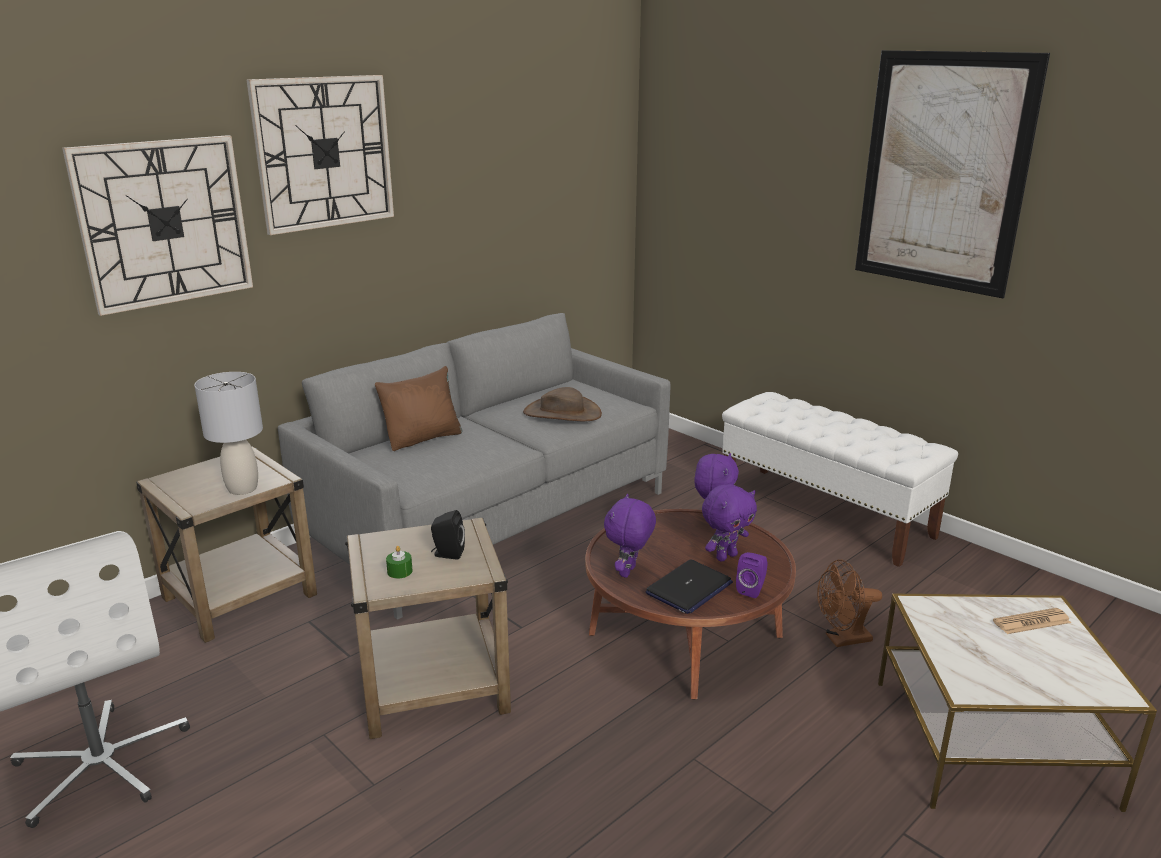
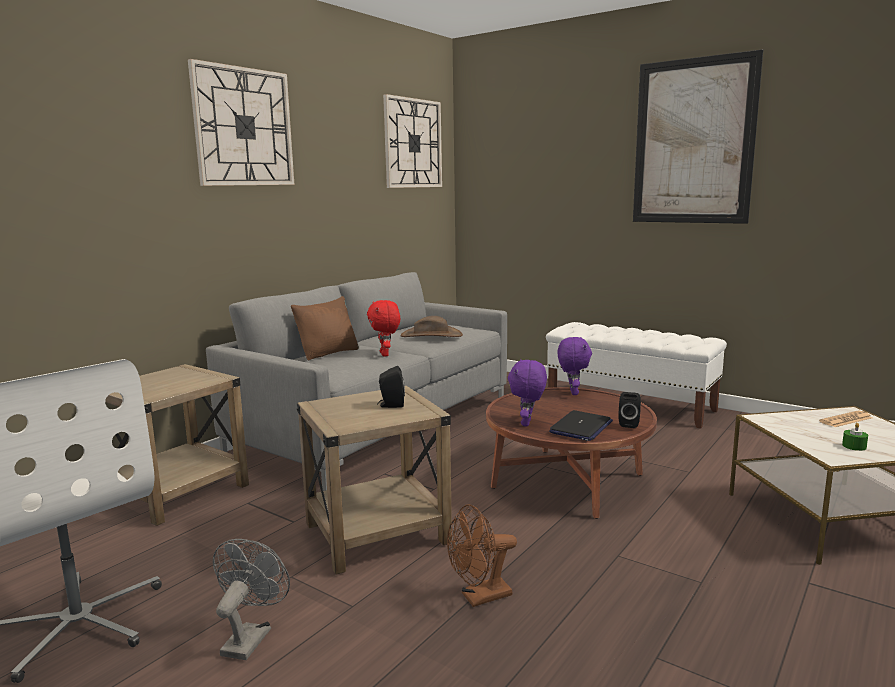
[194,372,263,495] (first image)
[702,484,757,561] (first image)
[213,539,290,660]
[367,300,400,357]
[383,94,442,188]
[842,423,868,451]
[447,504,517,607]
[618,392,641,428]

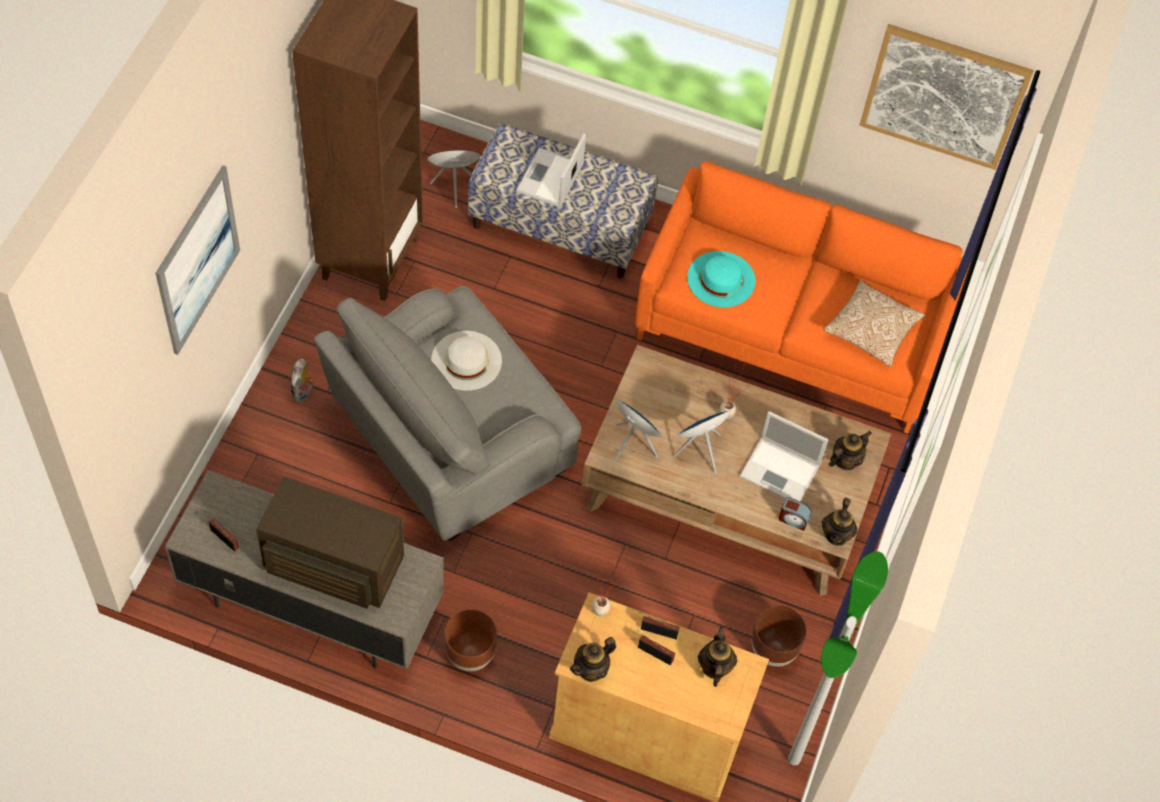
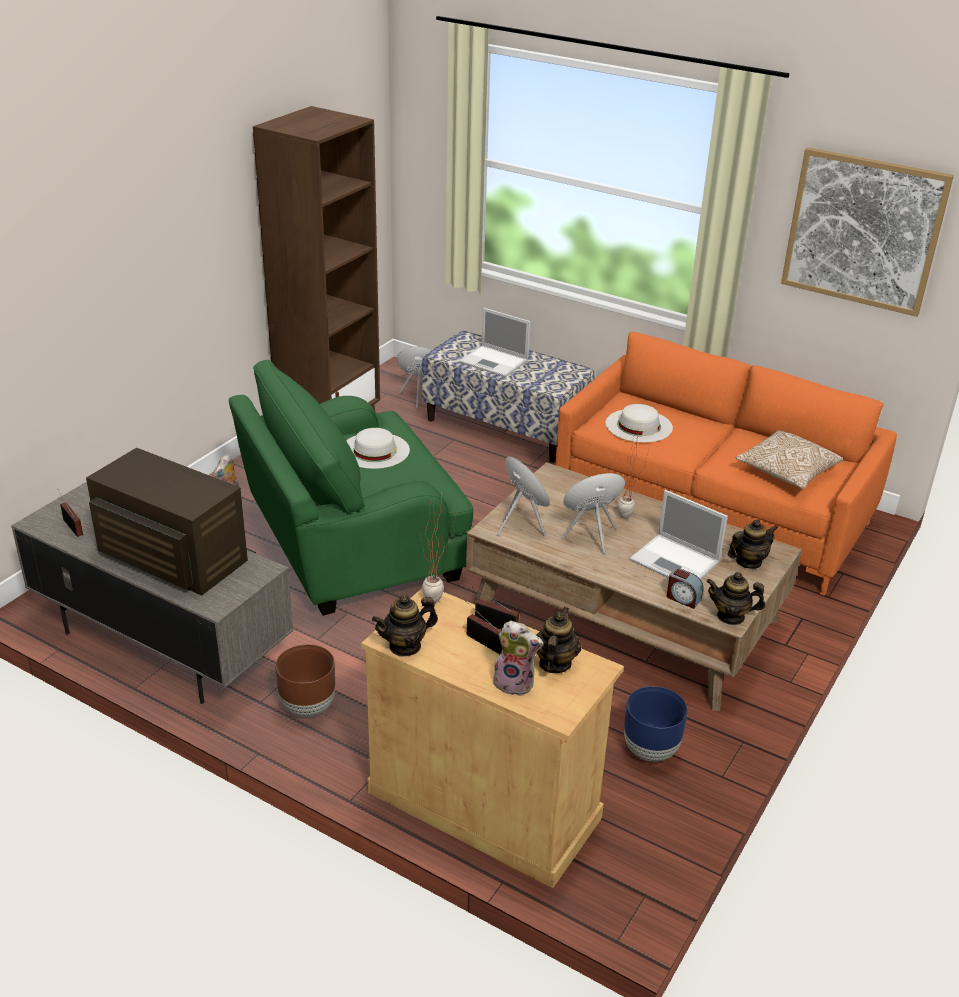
[156,165,240,355] (first image)
[788,551,888,765] (first image)
[491,621,543,696]
[229,359,473,616]
[606,404,673,443]
[624,686,688,762]
[459,308,531,377]
[706,572,765,625]

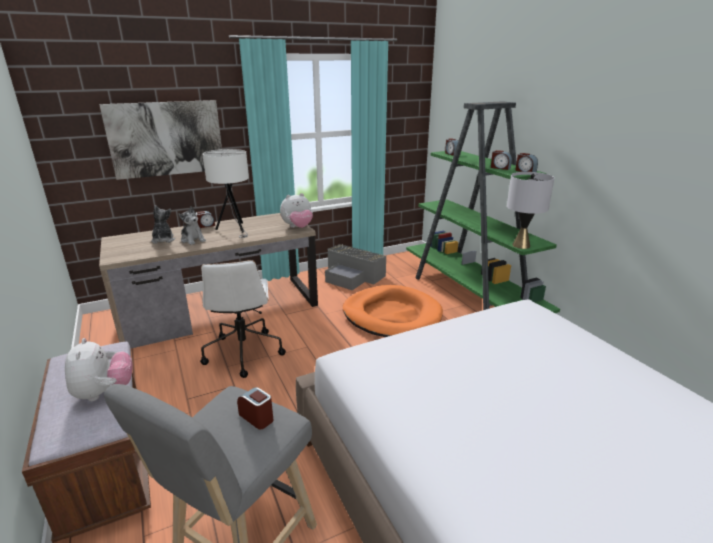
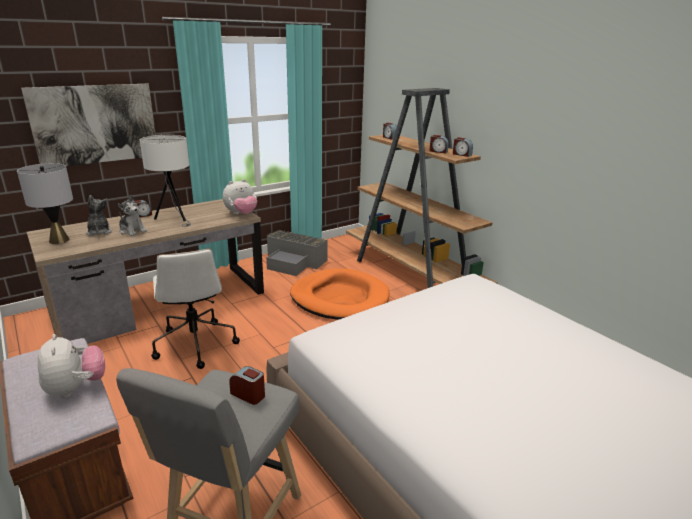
[17,163,73,244]
[346,88,498,288]

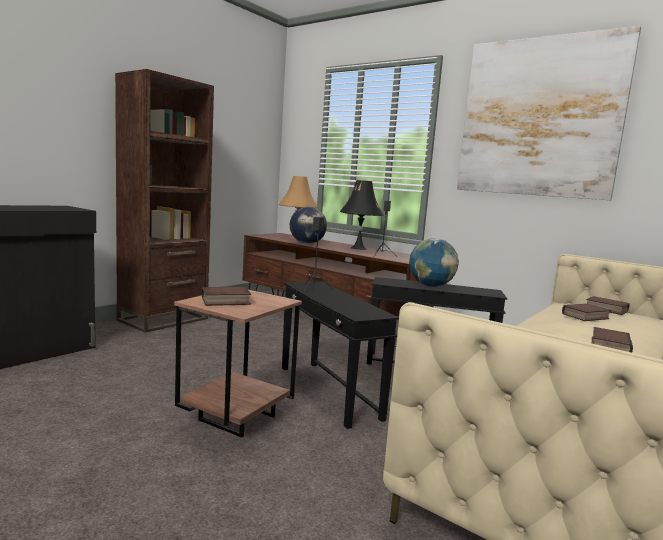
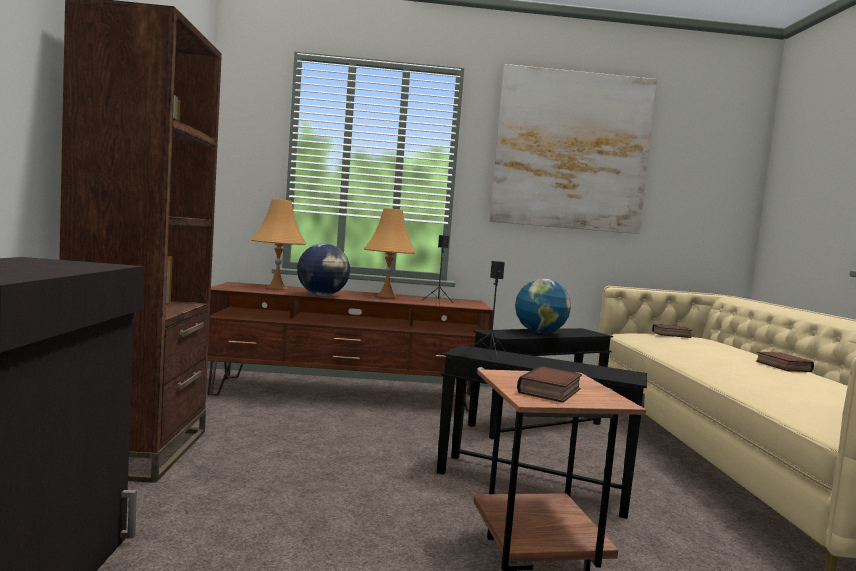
[562,304,611,321] (first image)
[364,208,416,298]

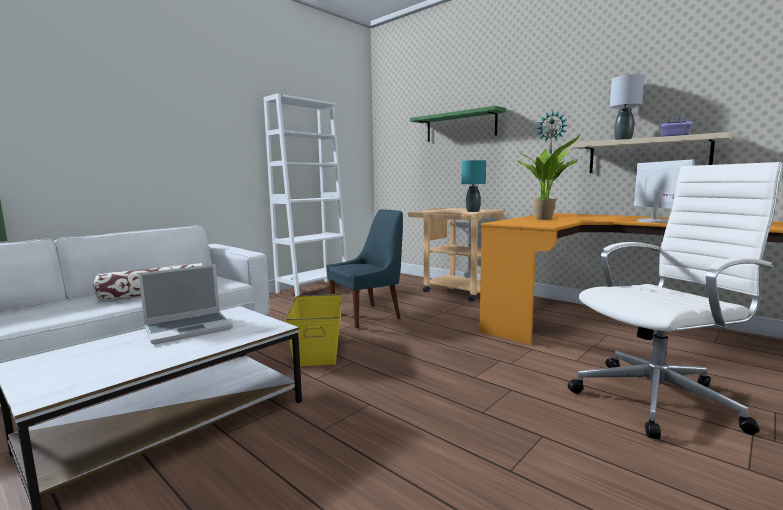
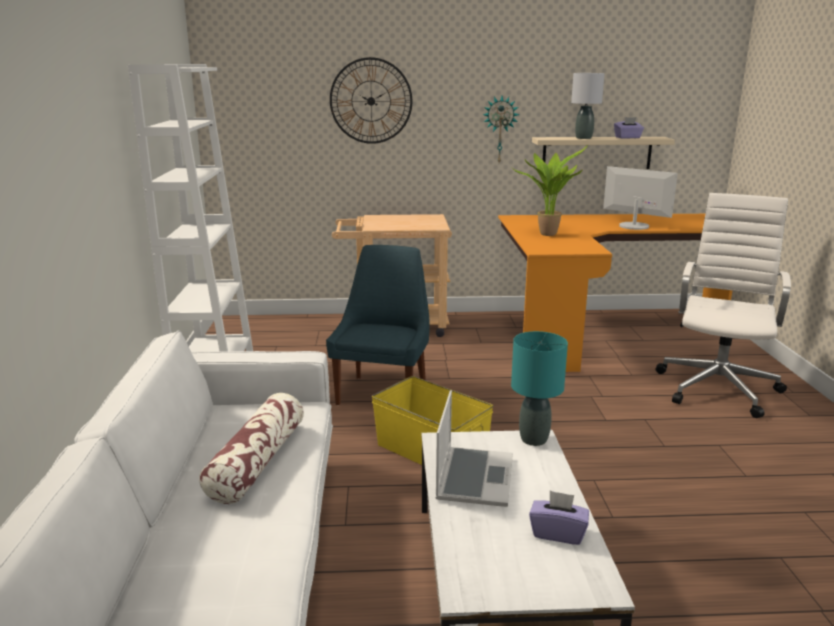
[529,491,589,545]
[511,331,568,446]
[330,57,412,144]

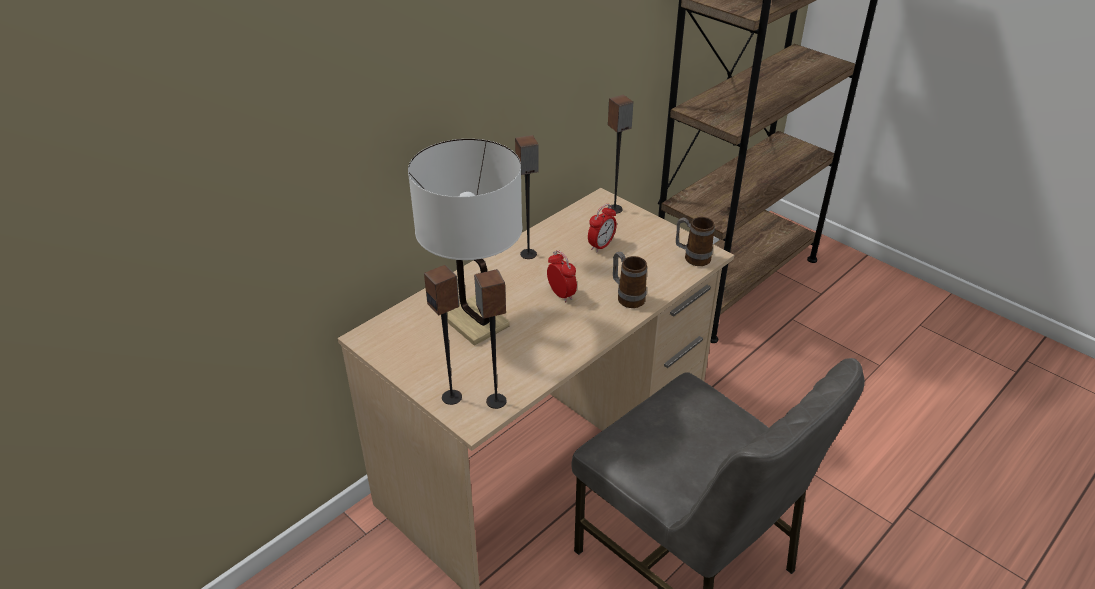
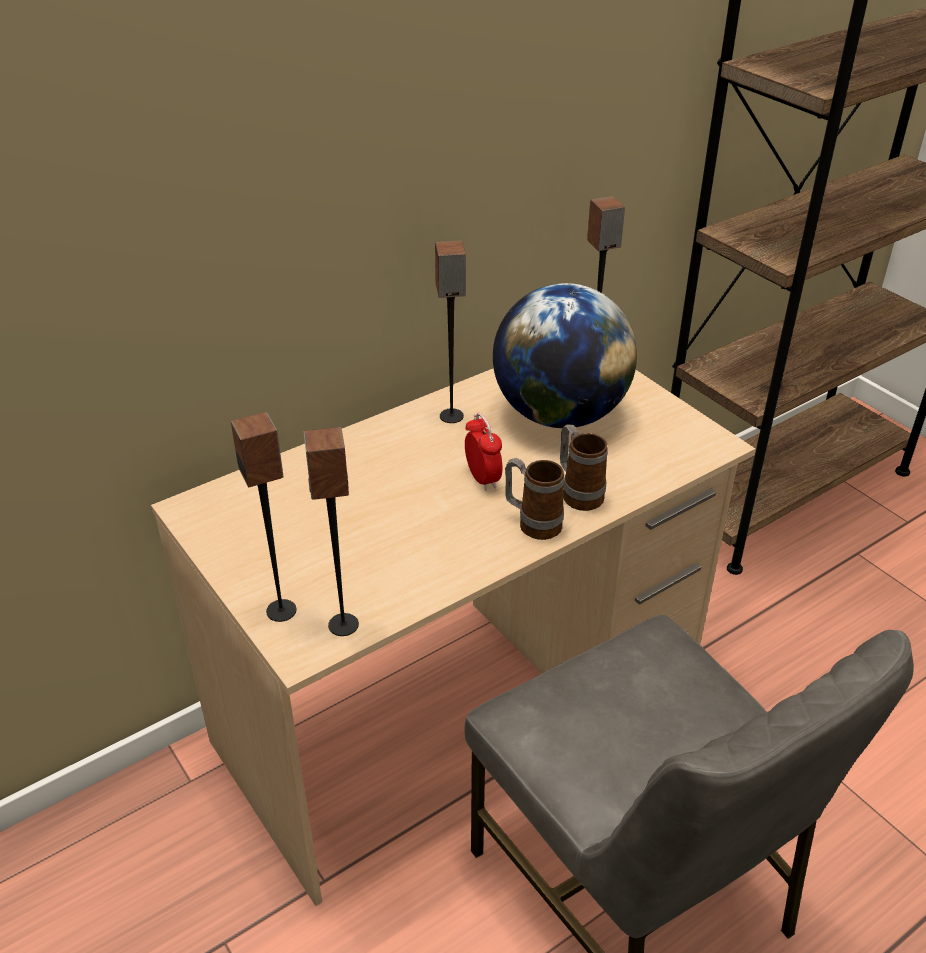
[408,139,522,346] (first image)
[505,458,564,540]
[493,283,637,428]

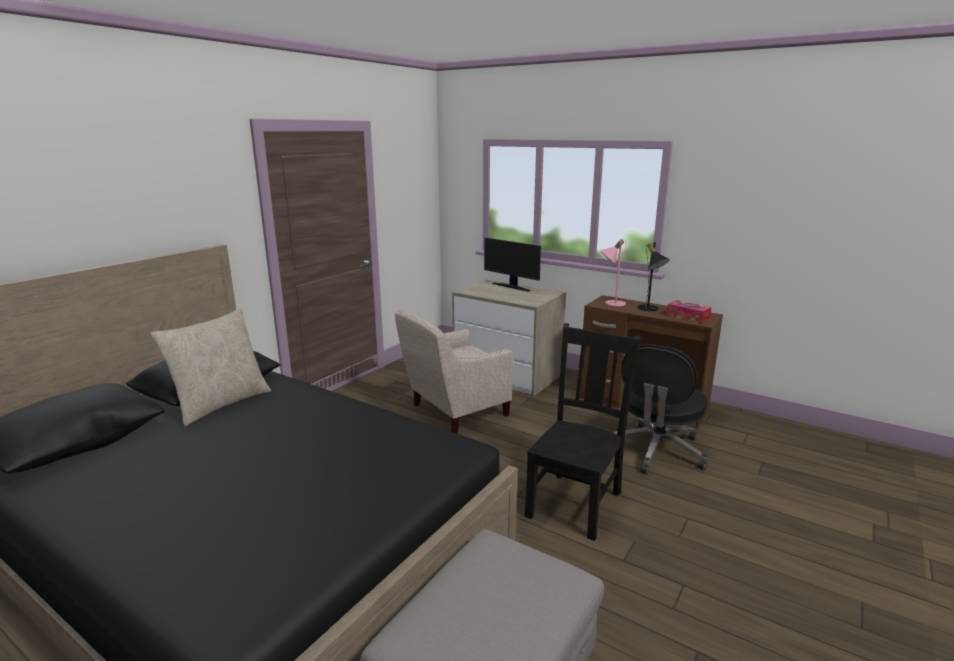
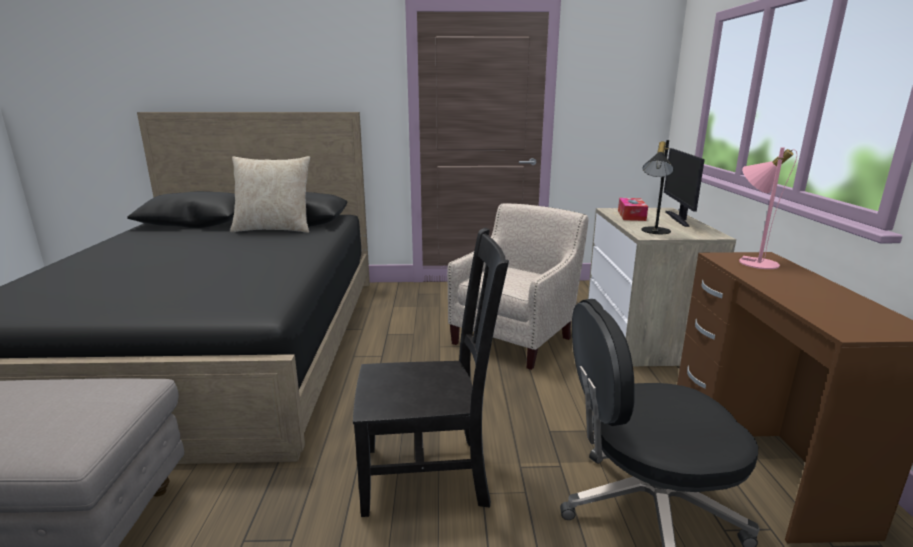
[641,140,674,234]
[618,198,648,221]
[447,203,589,370]

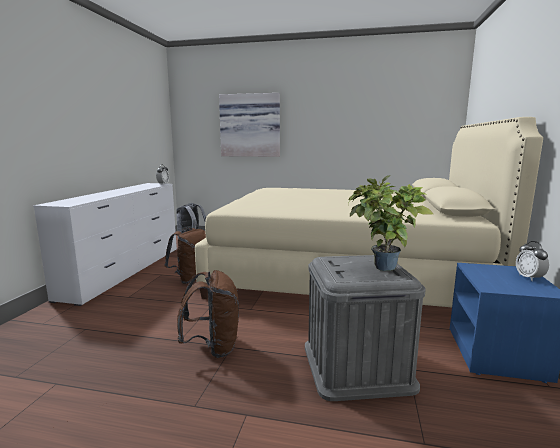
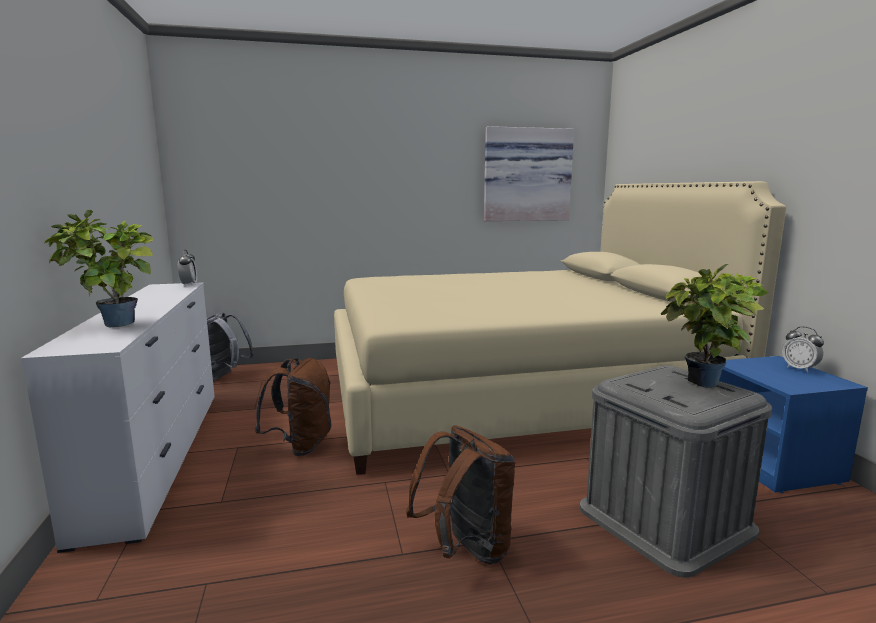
[44,210,153,327]
[484,126,574,221]

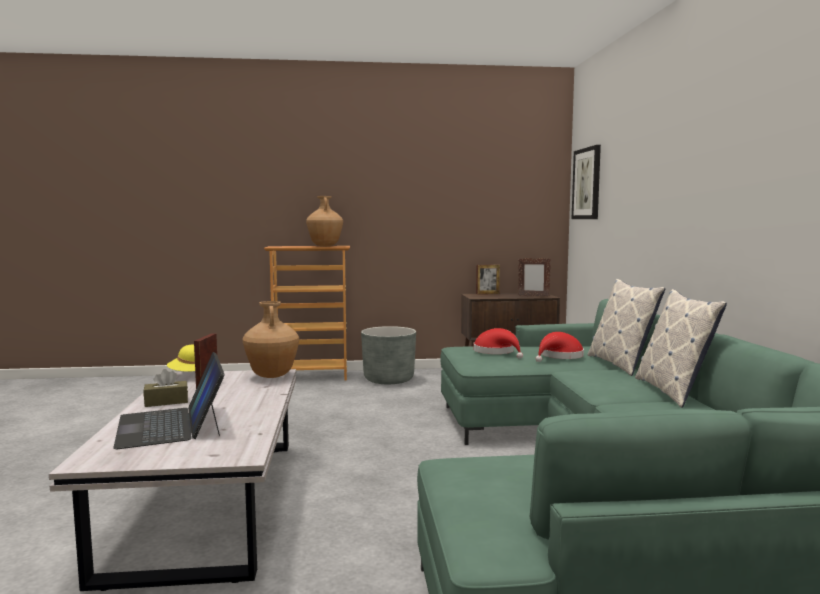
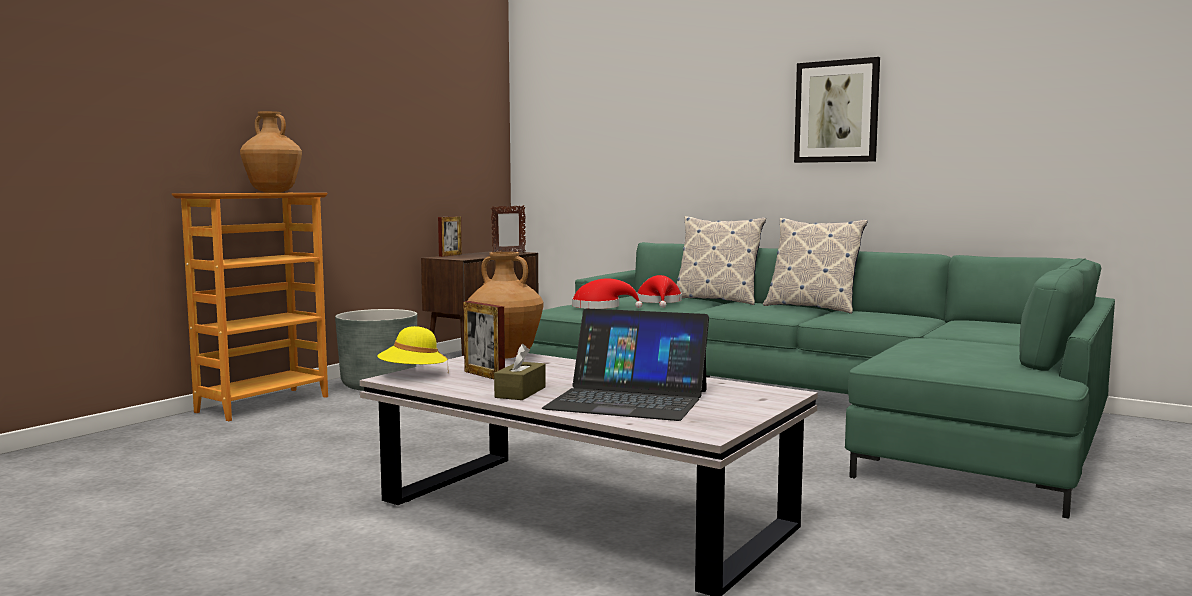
[794,57,880,163]

